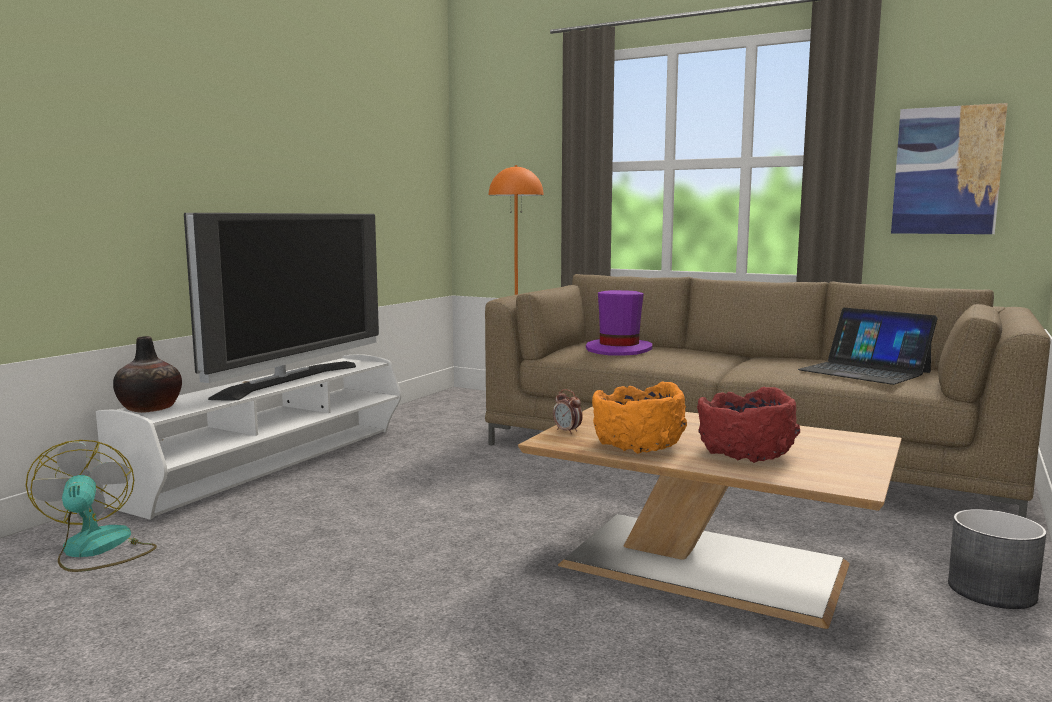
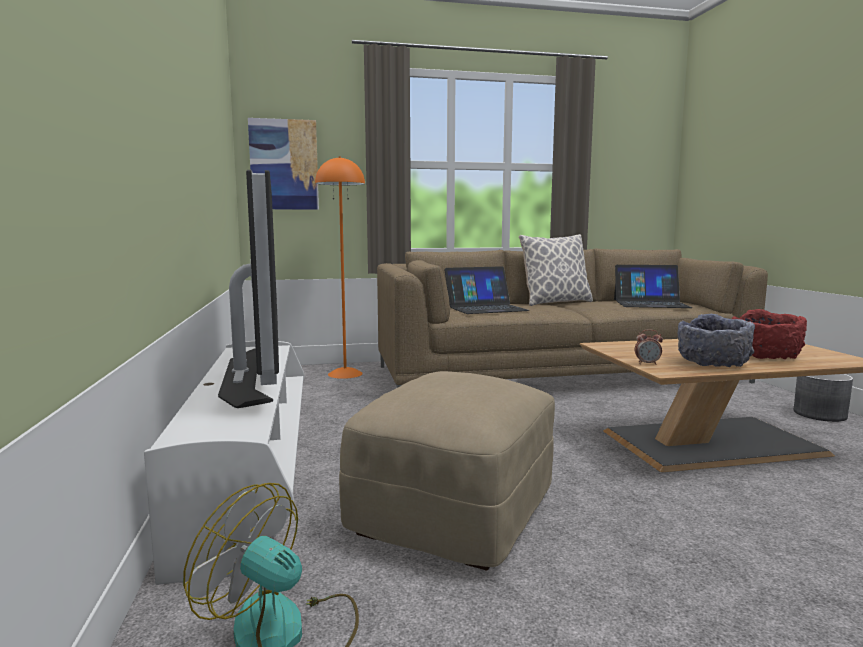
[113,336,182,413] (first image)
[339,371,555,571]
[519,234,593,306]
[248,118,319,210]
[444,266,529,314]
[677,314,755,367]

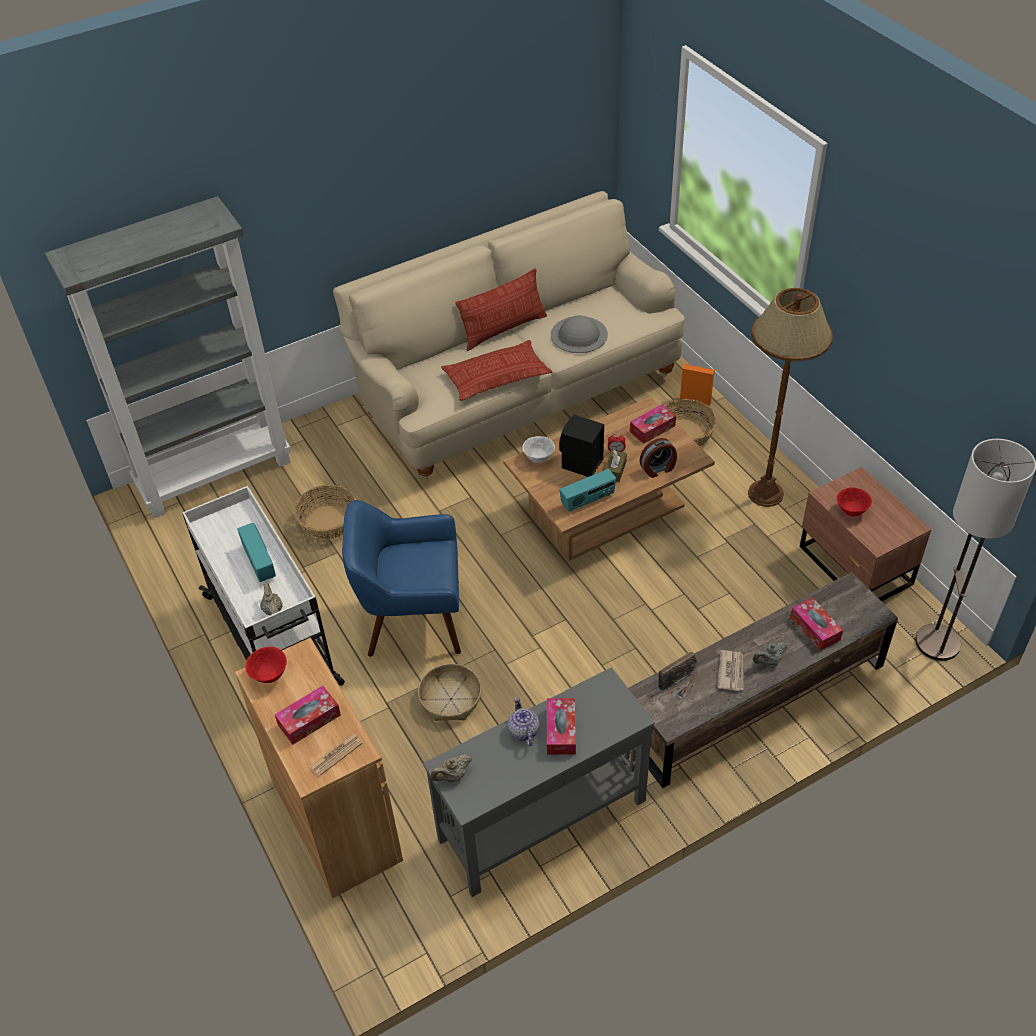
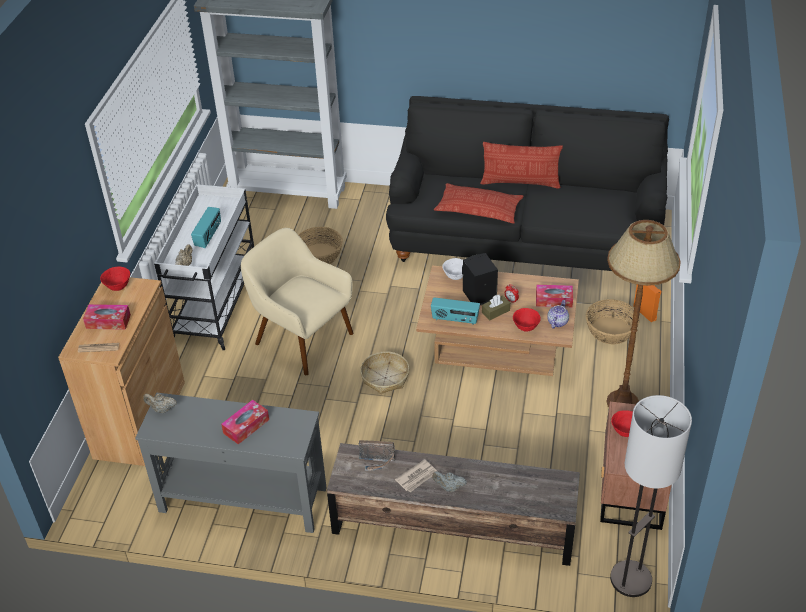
[551,315,608,353] (first image)
[790,597,843,651] (first image)
[360,351,409,394]
[547,300,569,329]
[513,308,540,331]
[386,96,669,271]
[241,228,354,375]

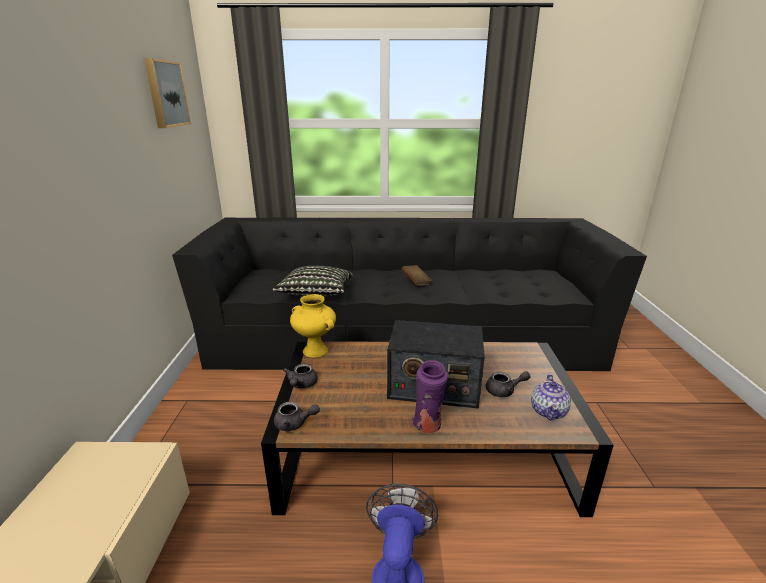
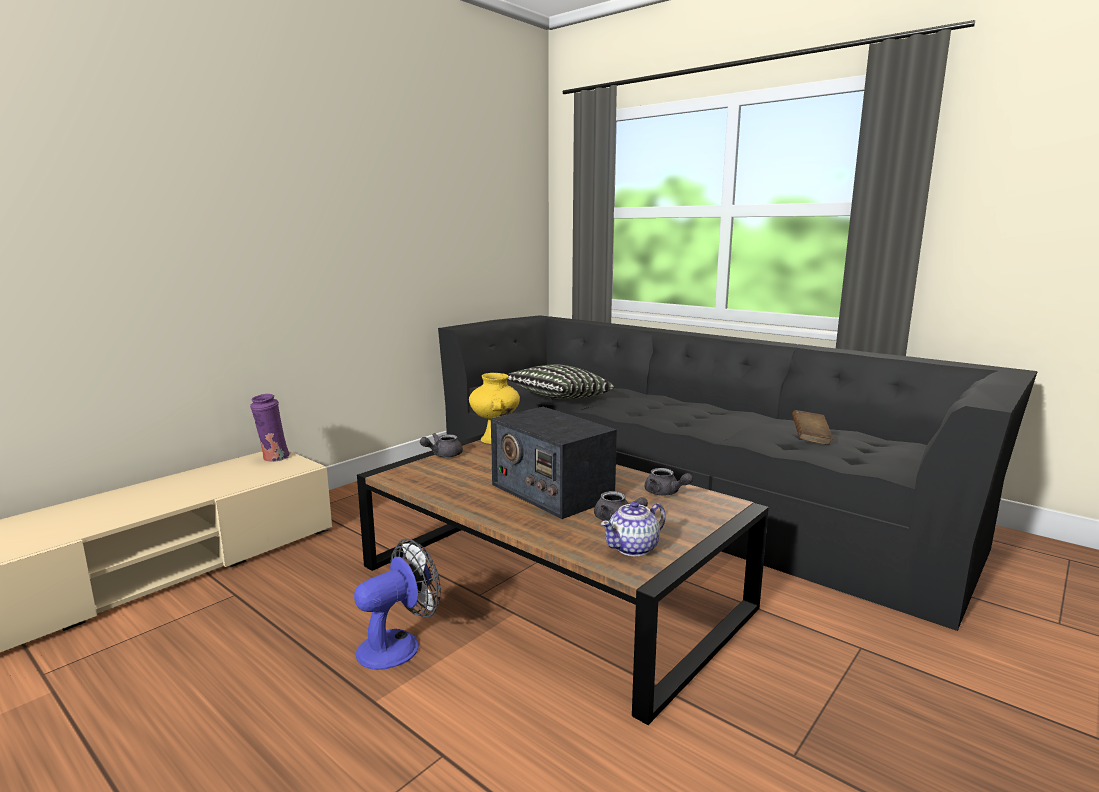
[144,58,191,128] (first image)
[644,468,693,495]
[792,410,833,445]
[250,394,290,462]

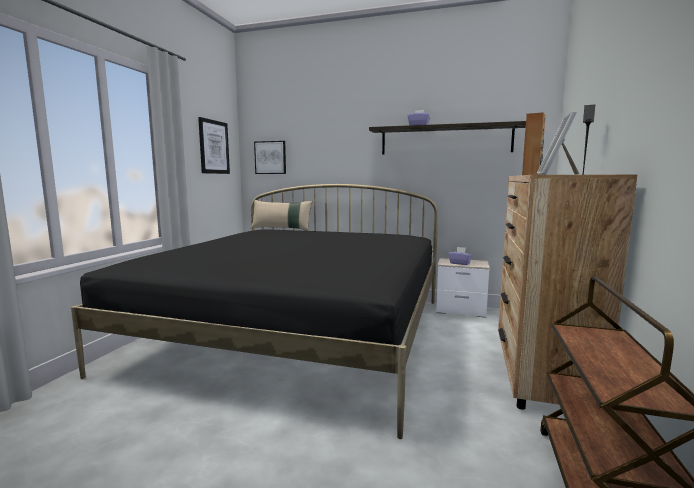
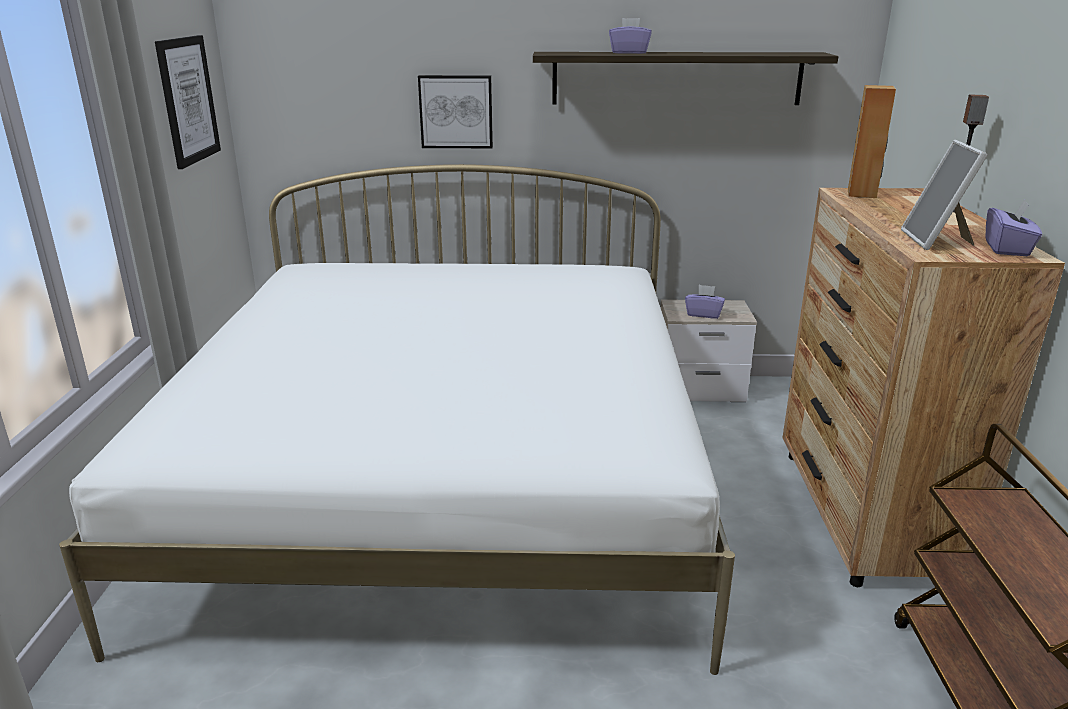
[251,200,313,231] (first image)
[986,200,1042,256]
[418,75,493,148]
[59,164,735,675]

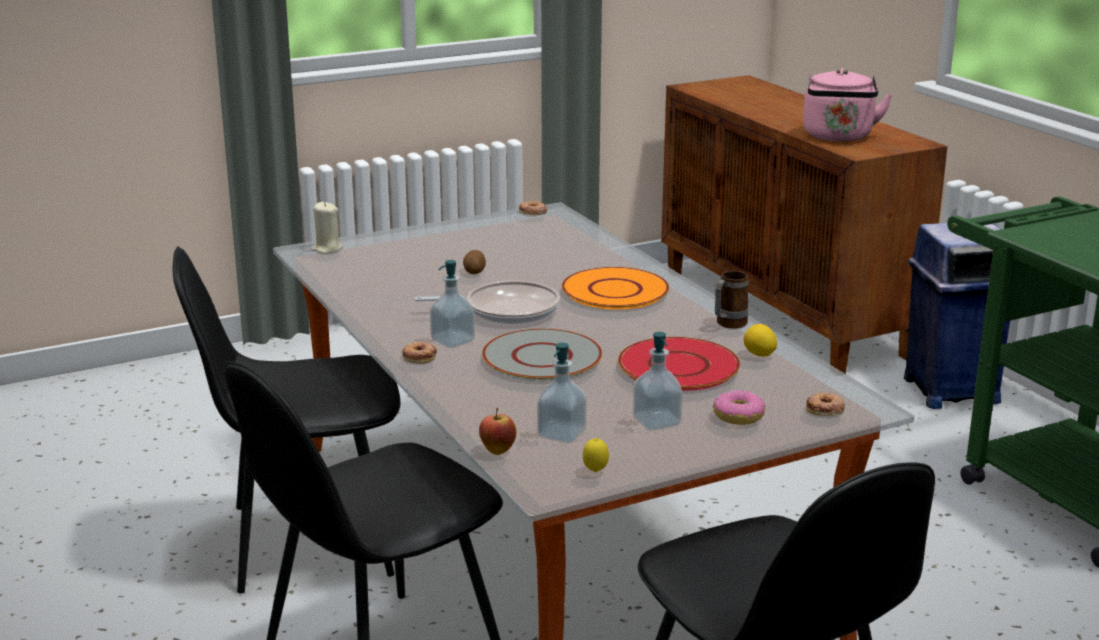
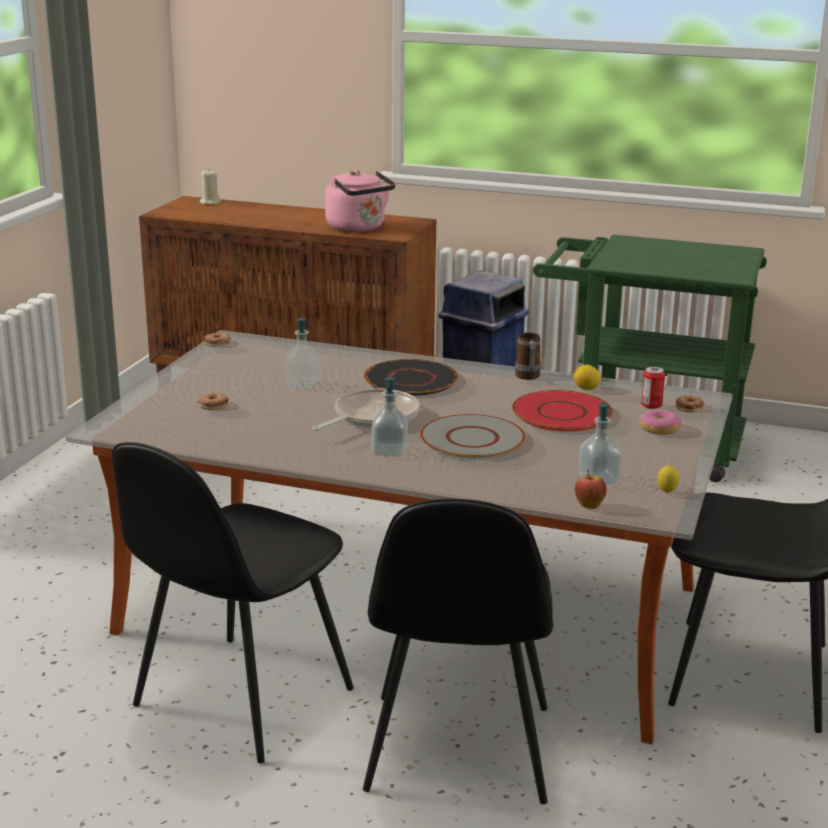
[463,250,486,274] (first image)
[641,367,665,409]
[200,169,221,205]
[198,392,229,410]
[285,318,320,390]
[364,359,458,396]

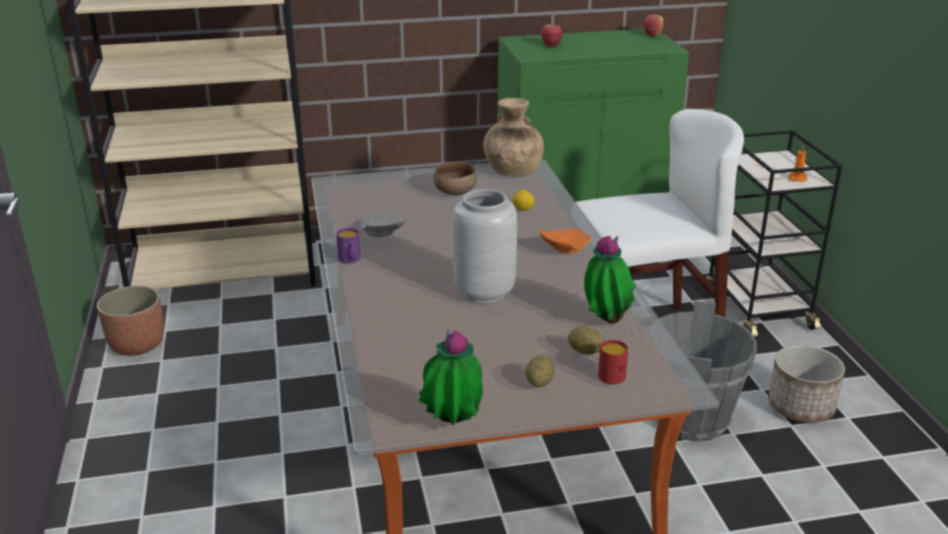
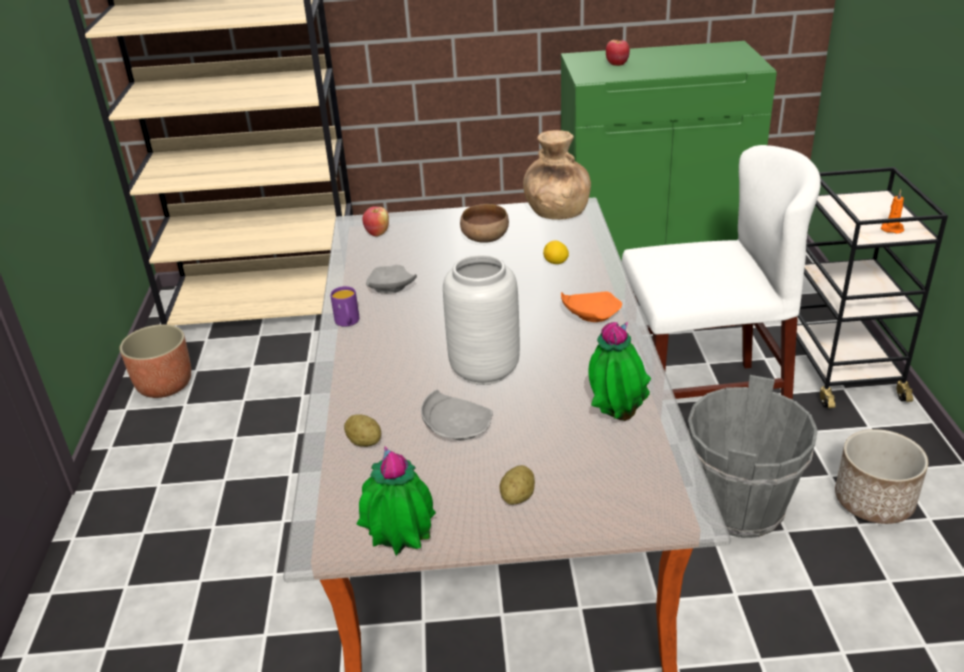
[598,340,628,384] (first image)
[421,390,493,440]
[344,414,381,447]
[362,206,389,237]

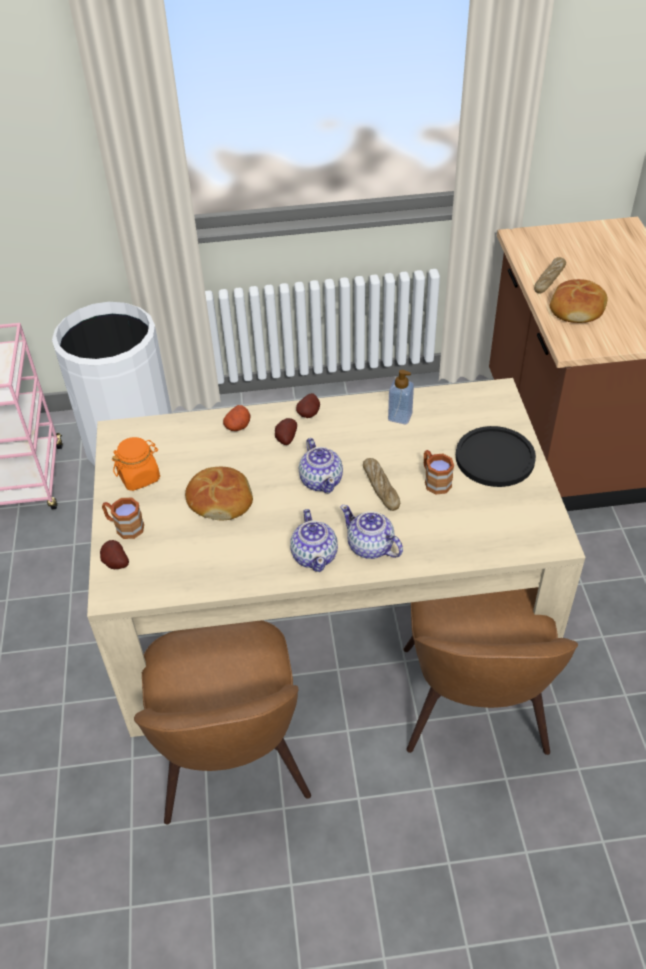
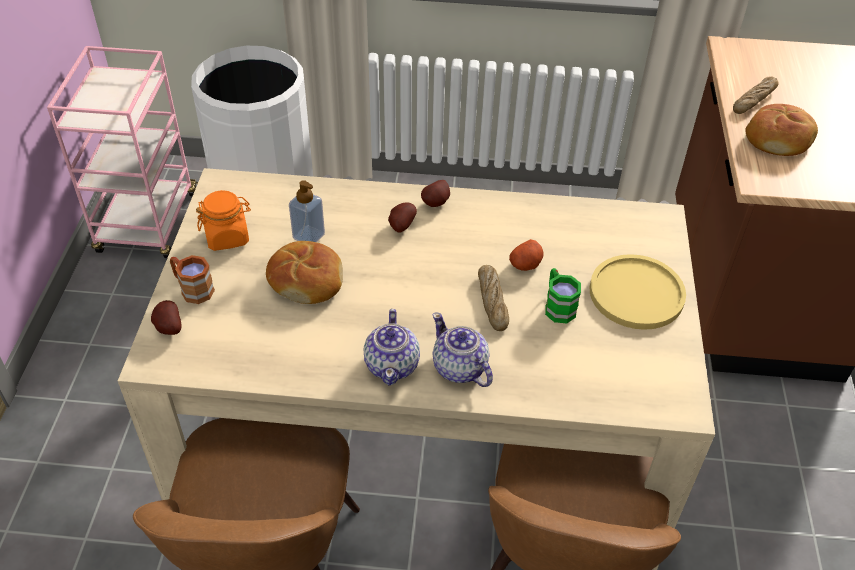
[299,438,343,493] (first image)
[509,239,544,271]
[289,180,325,242]
[545,268,581,323]
[590,254,686,330]

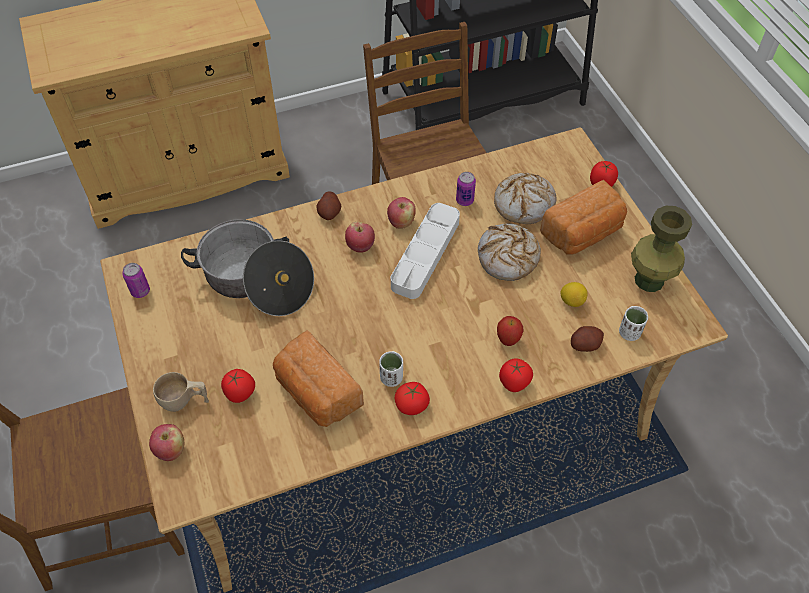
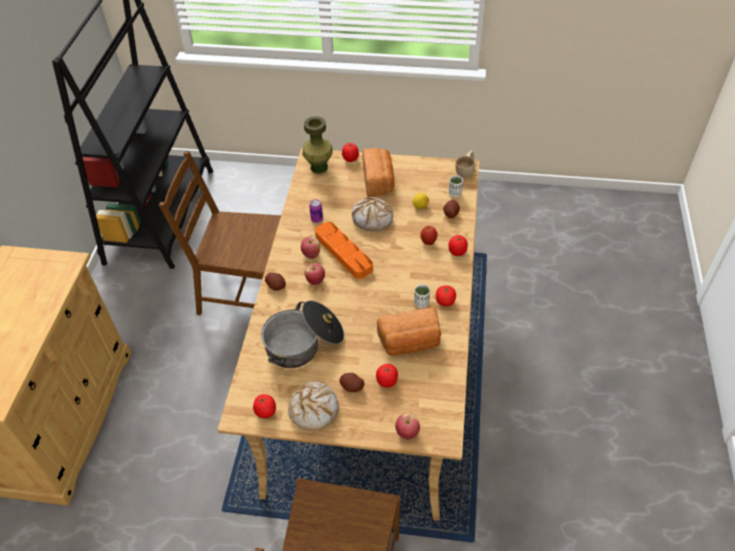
[339,373,365,392]
[455,151,475,178]
[288,382,338,431]
[303,116,333,173]
[253,394,276,418]
[315,222,373,279]

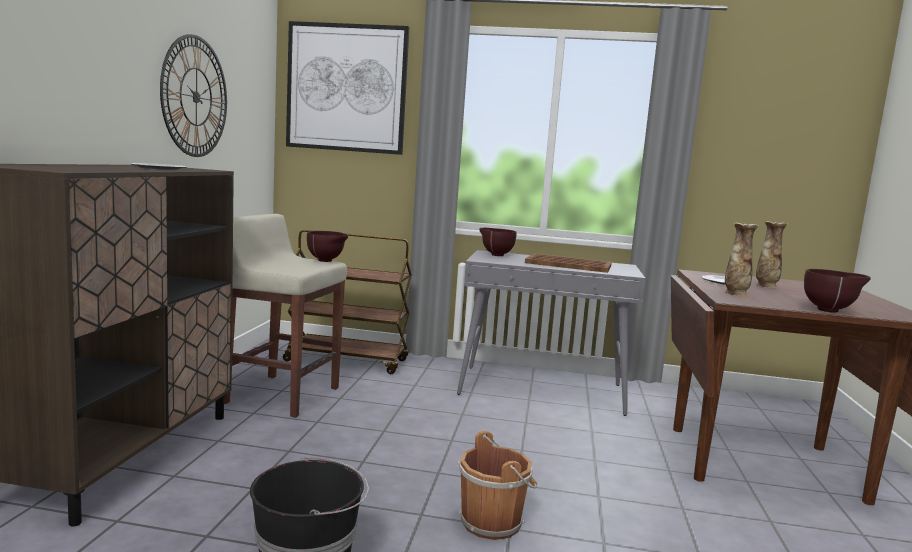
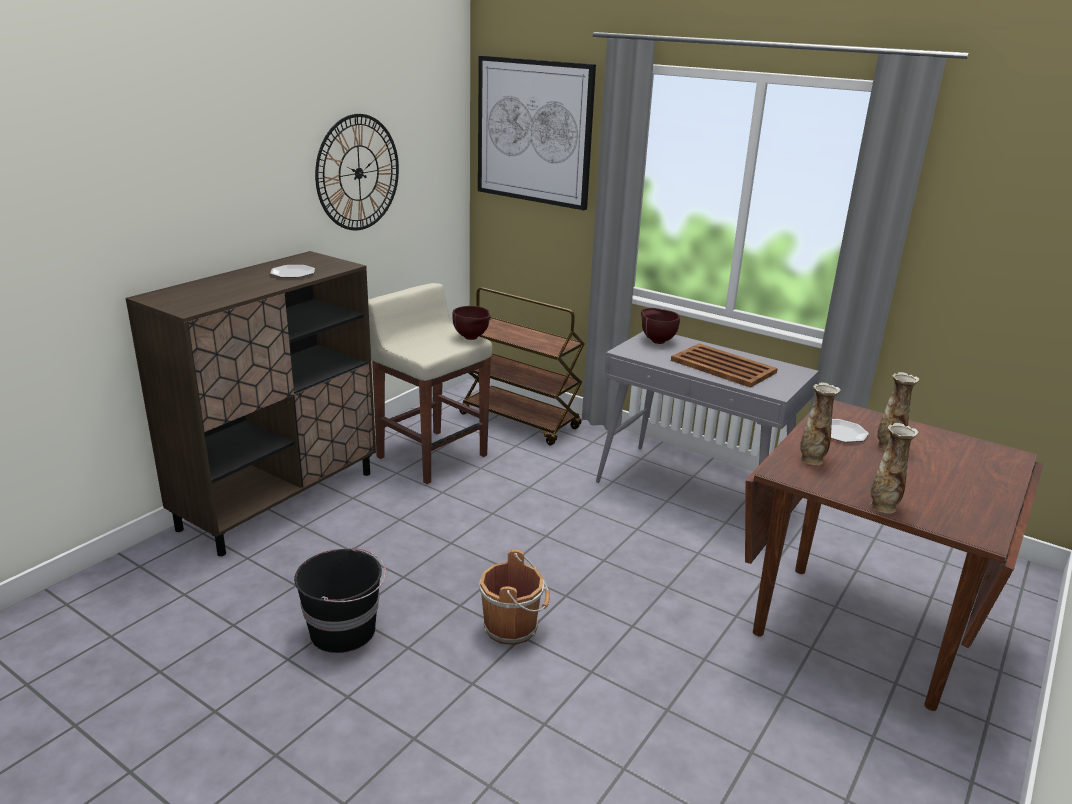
[870,423,919,513]

